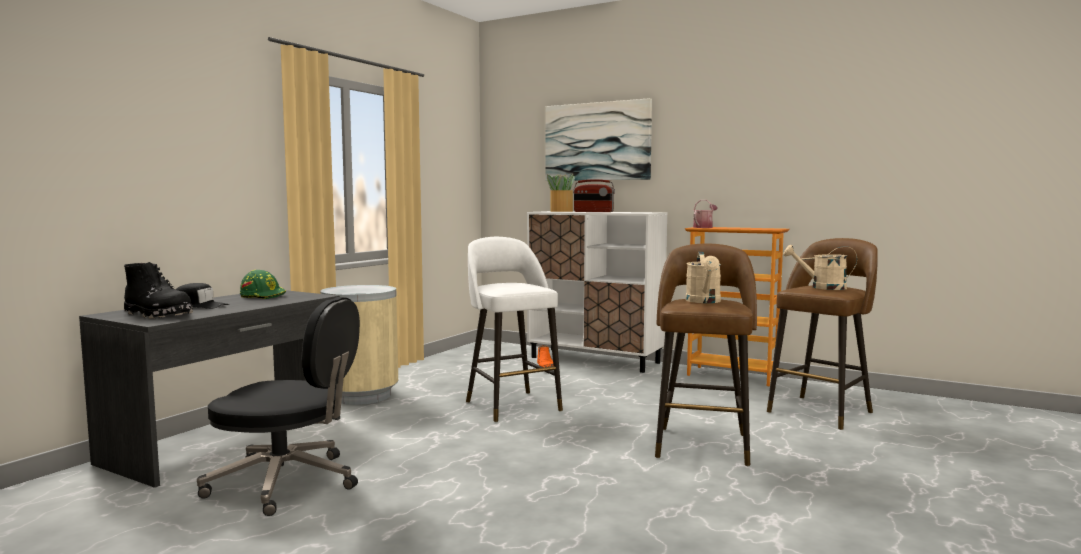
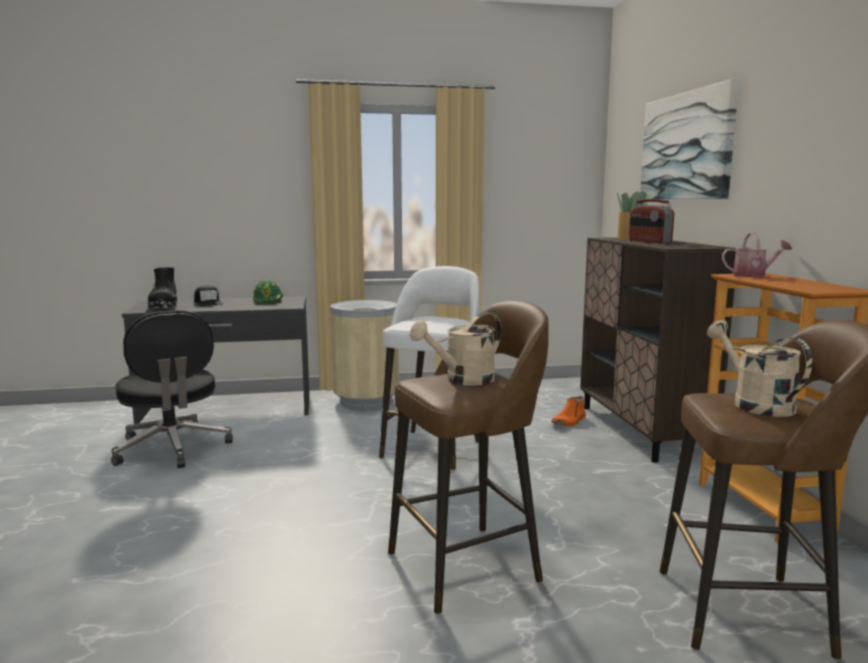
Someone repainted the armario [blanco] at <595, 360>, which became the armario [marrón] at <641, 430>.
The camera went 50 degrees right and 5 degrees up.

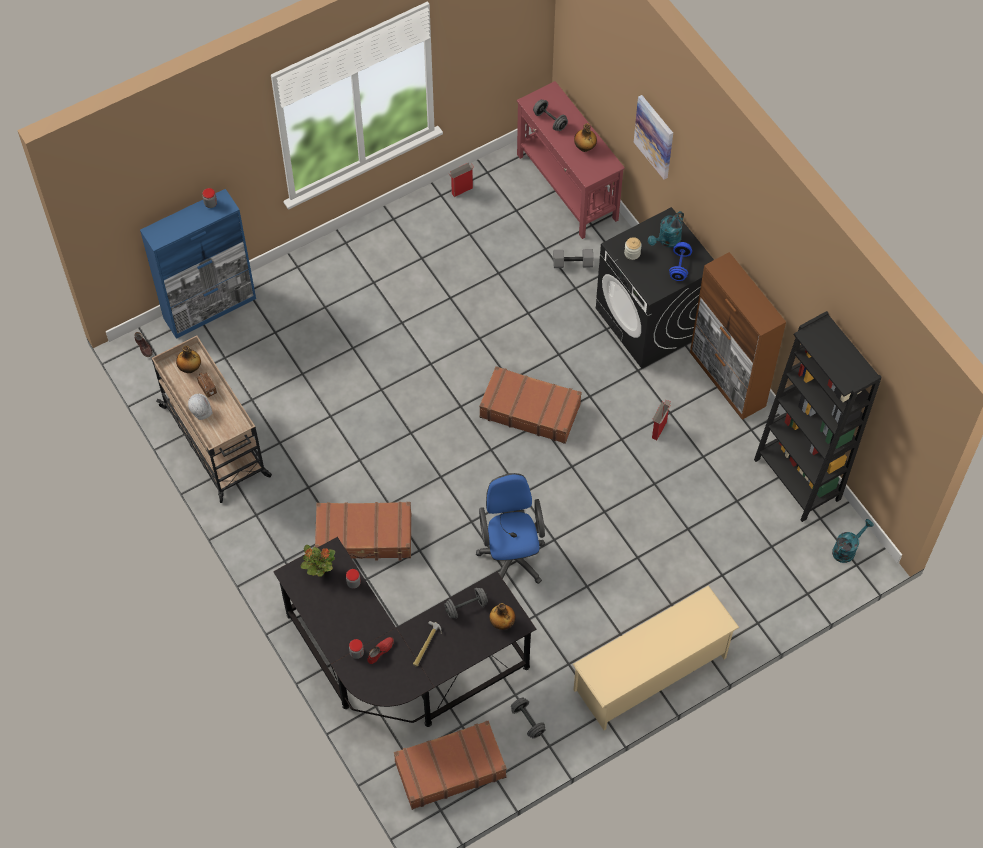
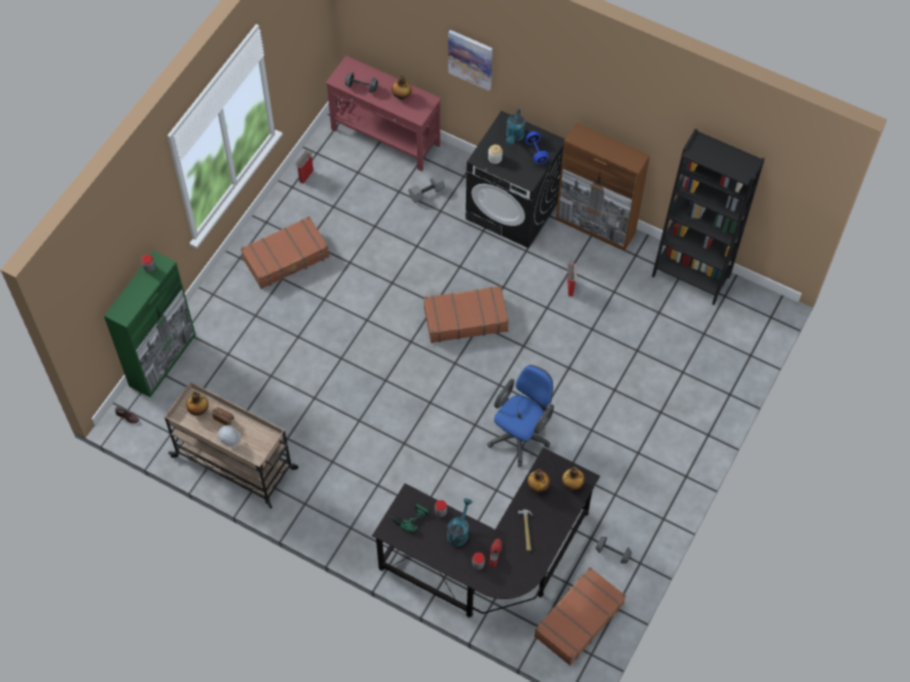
Someone repainted the armario [azul] at <210, 308>, which became the armario [verde] at <163, 360>.
Someone swapped the planta en maceta at <319, 570> for the taladro at <407, 516>.
Someone carried the maleta [marrón] from <364, 536> to <286, 258>.
Someone swapped the mancuerna [gris] at <466, 607> for the botella at <538, 486>.
Someone rotated the silla de oficina [azul] at <511, 555> by 75 degrees clockwise.
Someone took away the zapatero [beis] at <651, 673>.
Someone carried the regadera [turquesa] from <847, 549> to <459, 531>.
The camera went 30 degrees left and 0 degrees up.

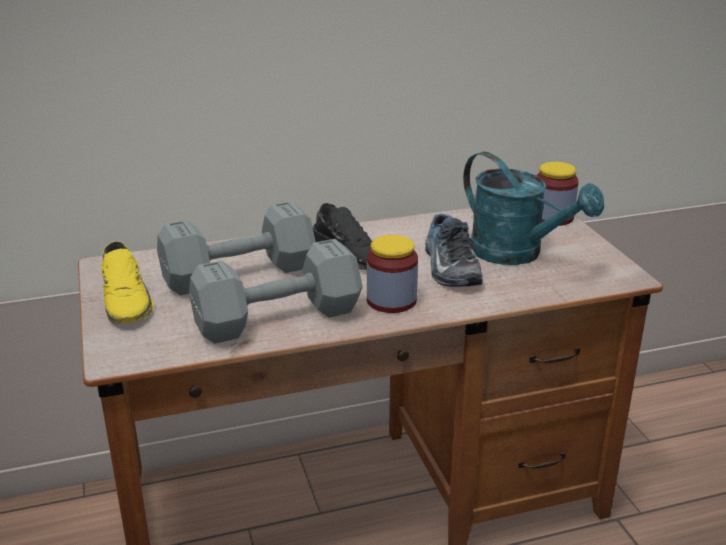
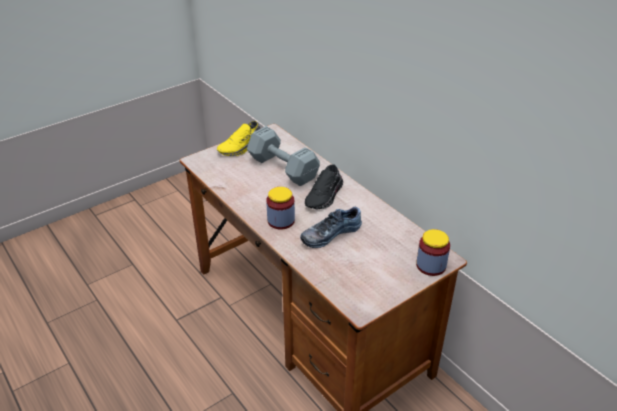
Someone took away the mancuerna [gris] at <274, 318>.
Someone took away the regadera [turquesa] at <517, 254>.
The camera went 70 degrees right and 10 degrees up.

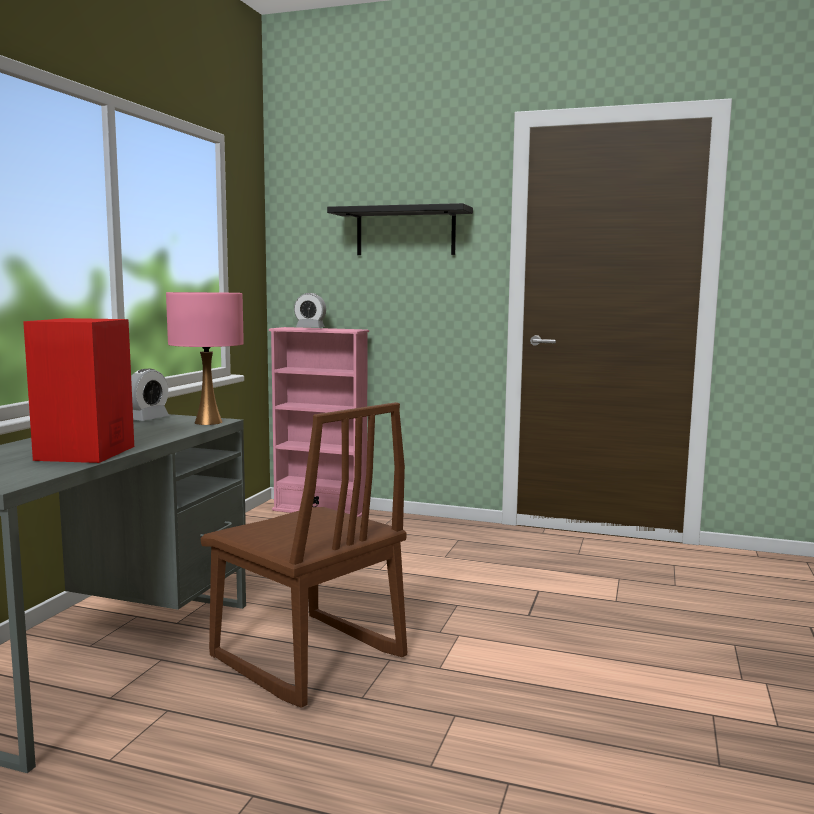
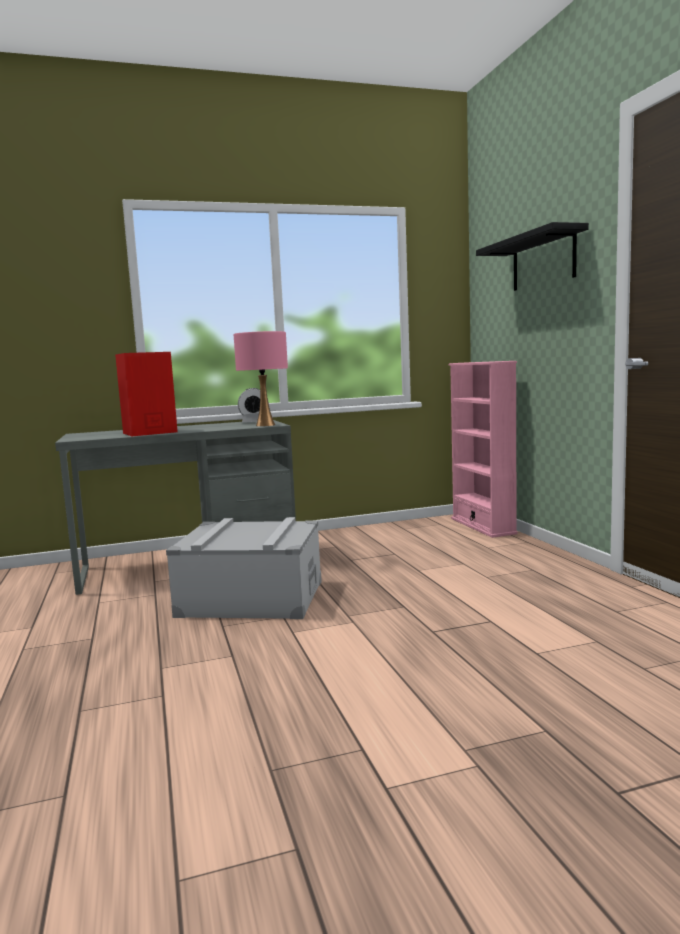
Someone swapped the silla [marrón] at <306, 659> for the caja de almacenaje [gris] at <251, 598>.
Someone took away the despertador at <310, 328>.
The camera went 55 degrees right and 0 degrees up.

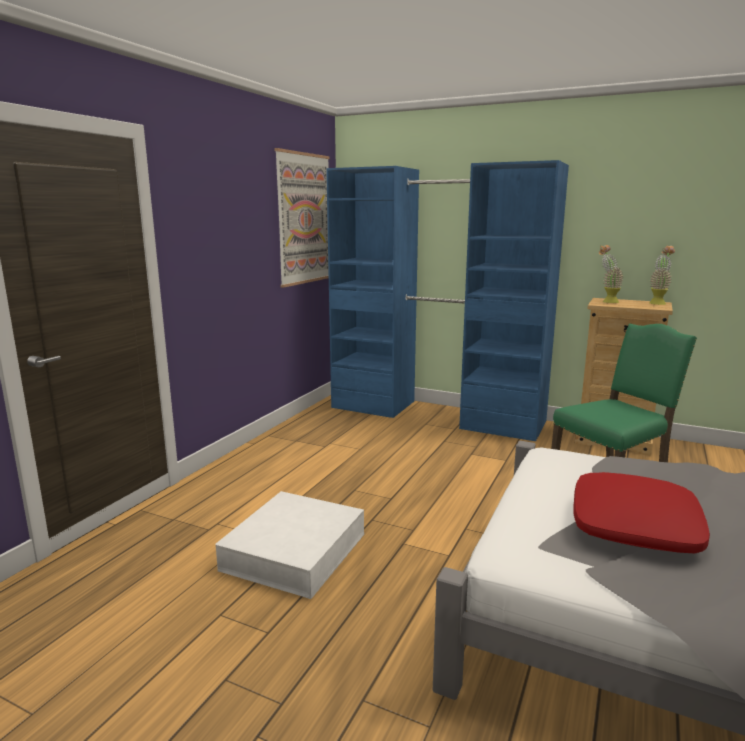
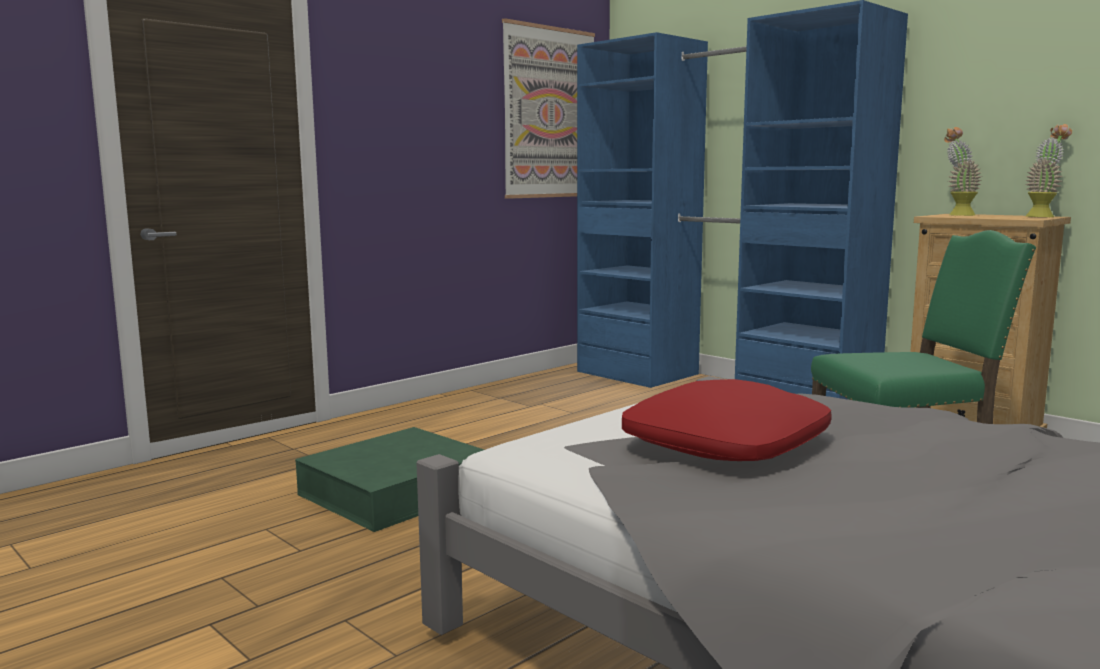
Someone repainted the caja de almacenaje [blanco] at <294, 551>, which became the caja de almacenaje [verde] at <397, 491>.
The camera went 20 degrees right and 5 degrees down.

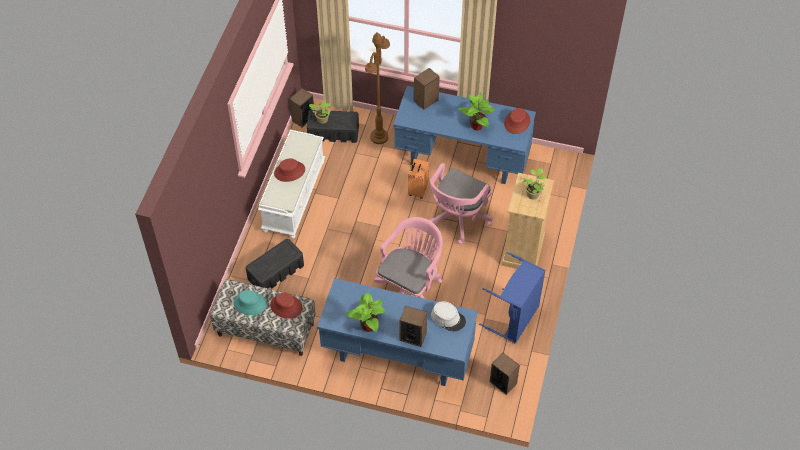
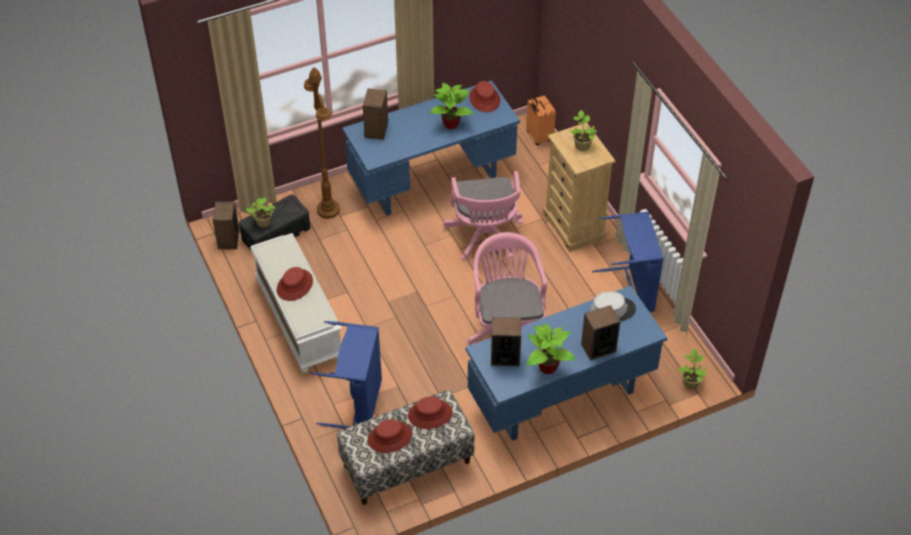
Someone repainted the sombrero [turquesa] at <250, 303>, which became the sombrero [rojo] at <390, 437>.
Someone swapped the caja de almacenaje [negro] at <275, 272> for the cesto de la ropa [azul] at <358, 403>.
Someone carried the maleta [naranja] from <417, 190> to <538, 136>.
Someone carried the altavoz from <503, 382> to <505, 356>.
Someone put down the planta en maceta at <690, 382>.
The camera went 40 degrees left and 5 degrees down.

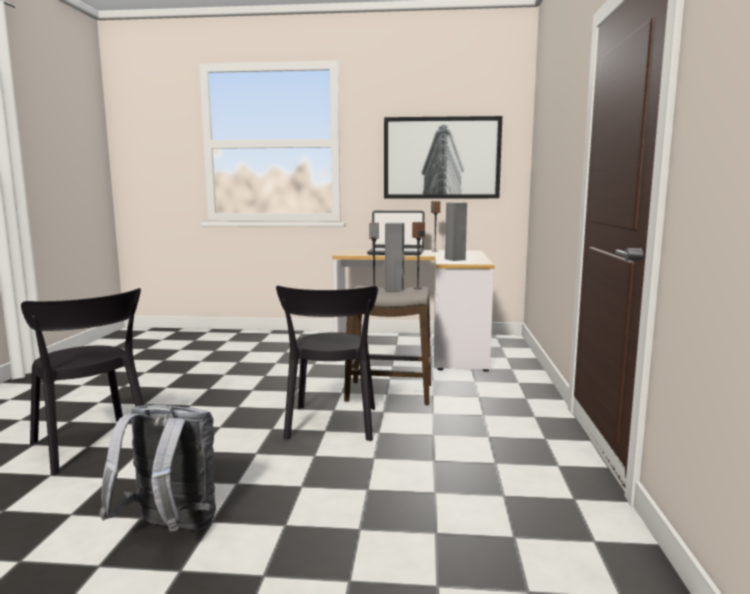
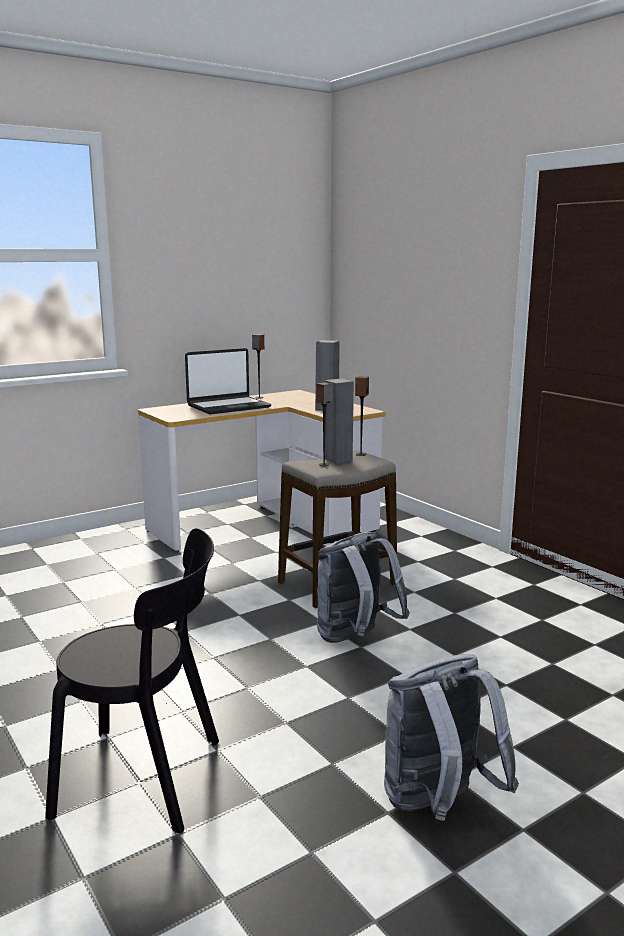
Someone swapped the silla [negro] at <331, 425> for the mochila [gris] at <355, 638>.
Someone took away the cuadro at <441, 158>.
The camera went 40 degrees left and 5 degrees up.

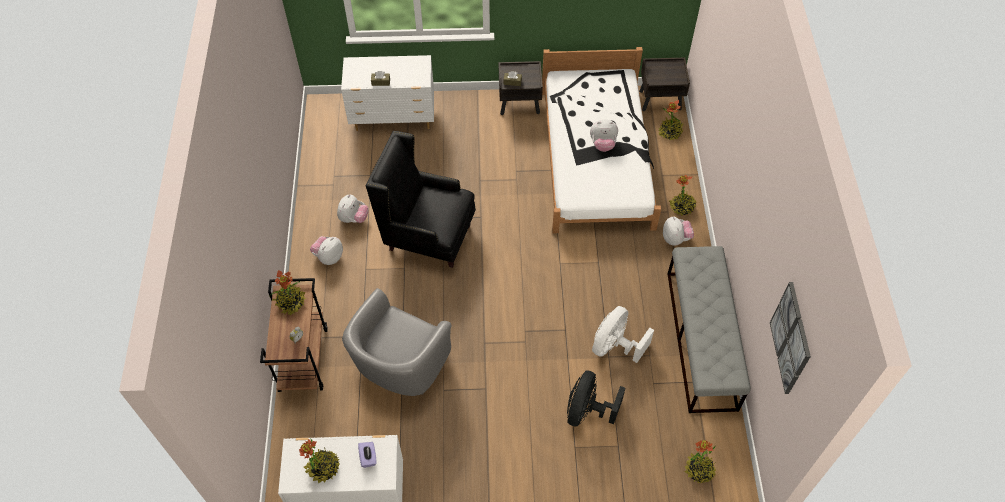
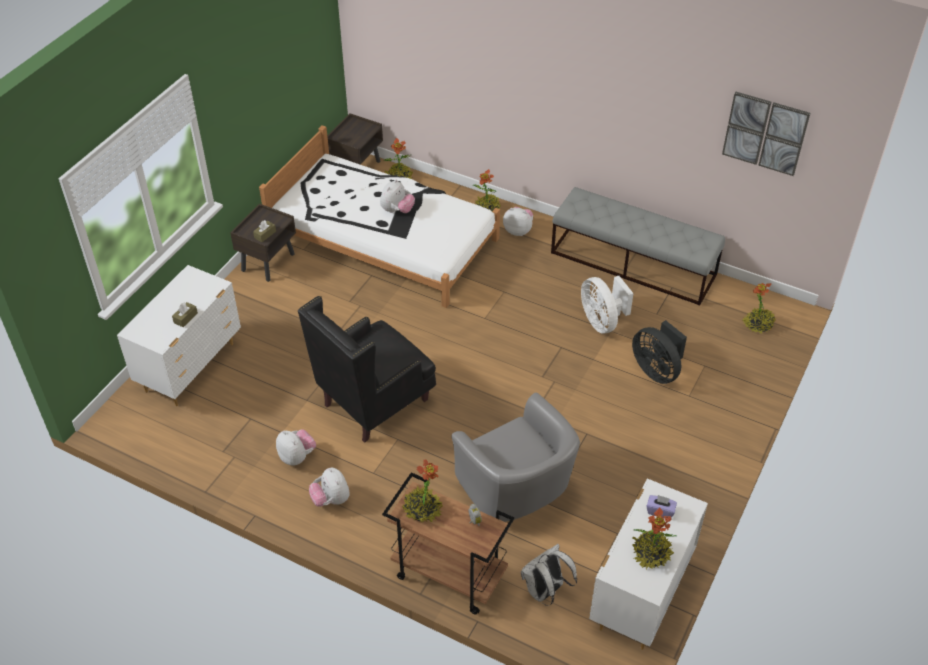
Someone put down the mochila [blanco] at <545, 591>.
The camera went 60 degrees left and 10 degrees down.

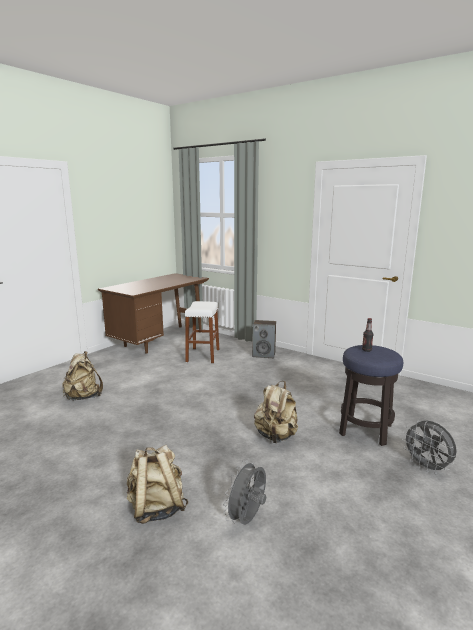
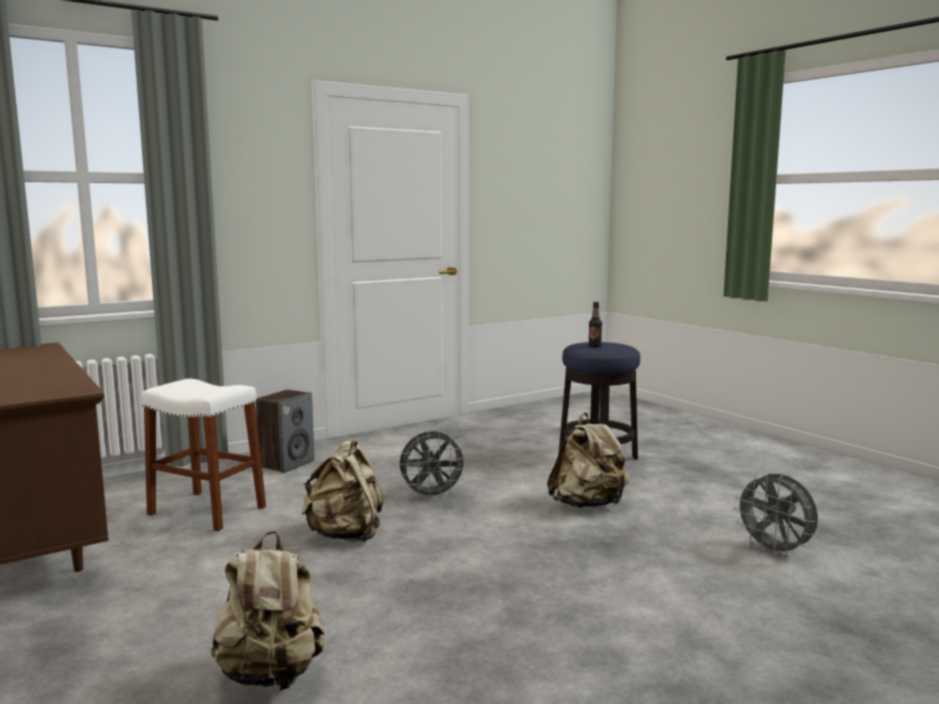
Someone carried the mochila [beis] from <156, 508> to <345, 535>.
Someone carried the ventilador [gris] from <427, 467> to <432, 496>.
The camera went 70 degrees left and 5 degrees down.

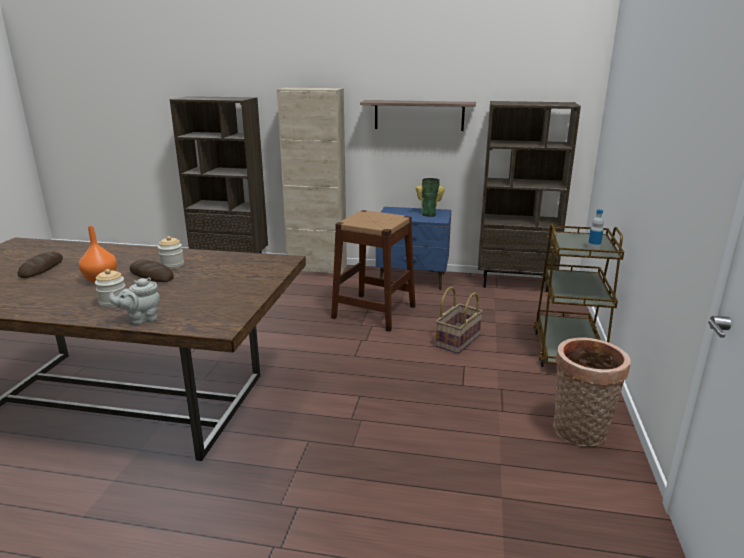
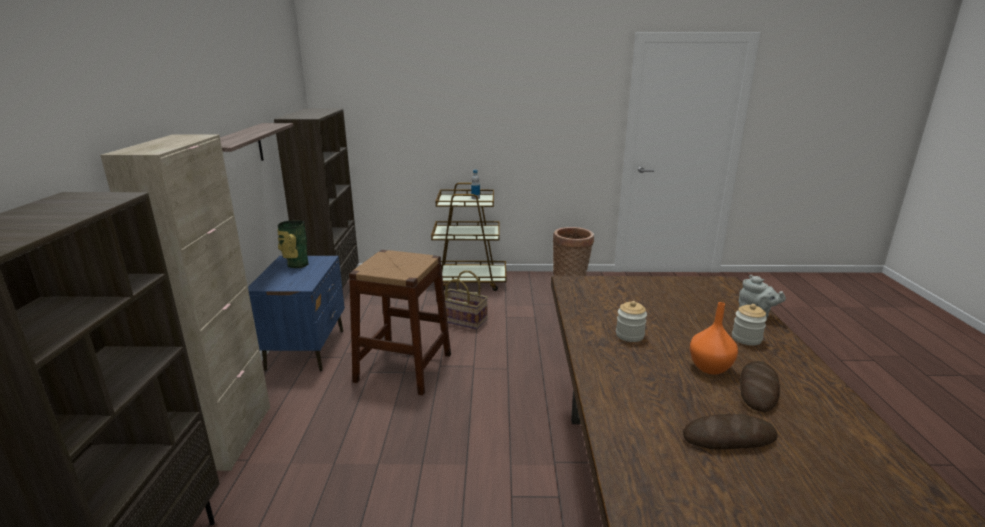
Someone carried the pan from <151, 275> to <758, 389>.
The camera went 100 degrees left and 0 degrees up.

